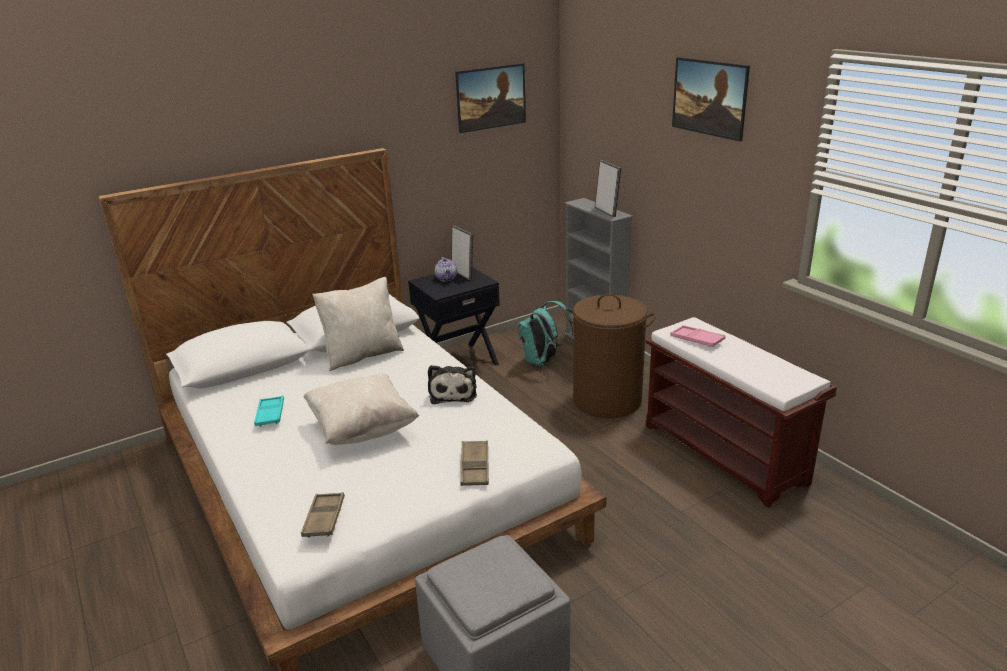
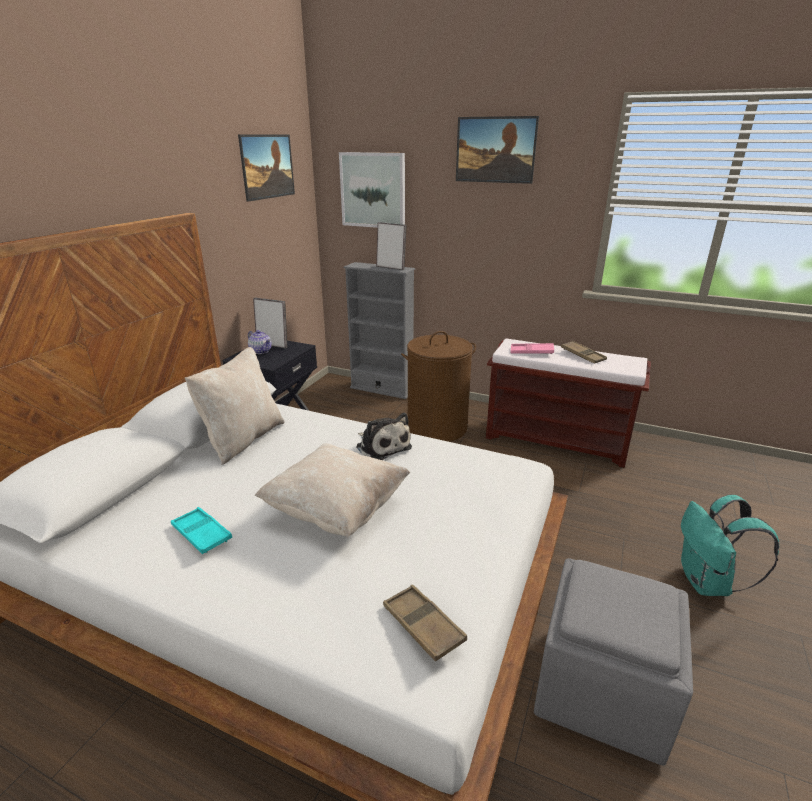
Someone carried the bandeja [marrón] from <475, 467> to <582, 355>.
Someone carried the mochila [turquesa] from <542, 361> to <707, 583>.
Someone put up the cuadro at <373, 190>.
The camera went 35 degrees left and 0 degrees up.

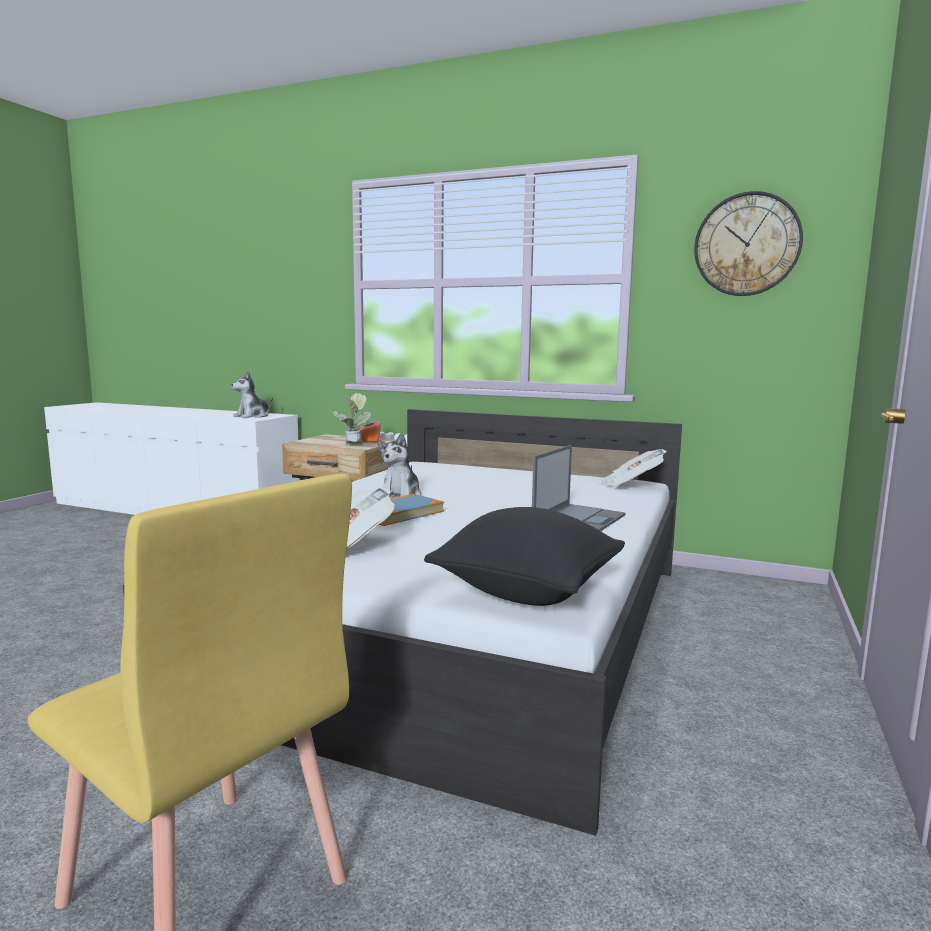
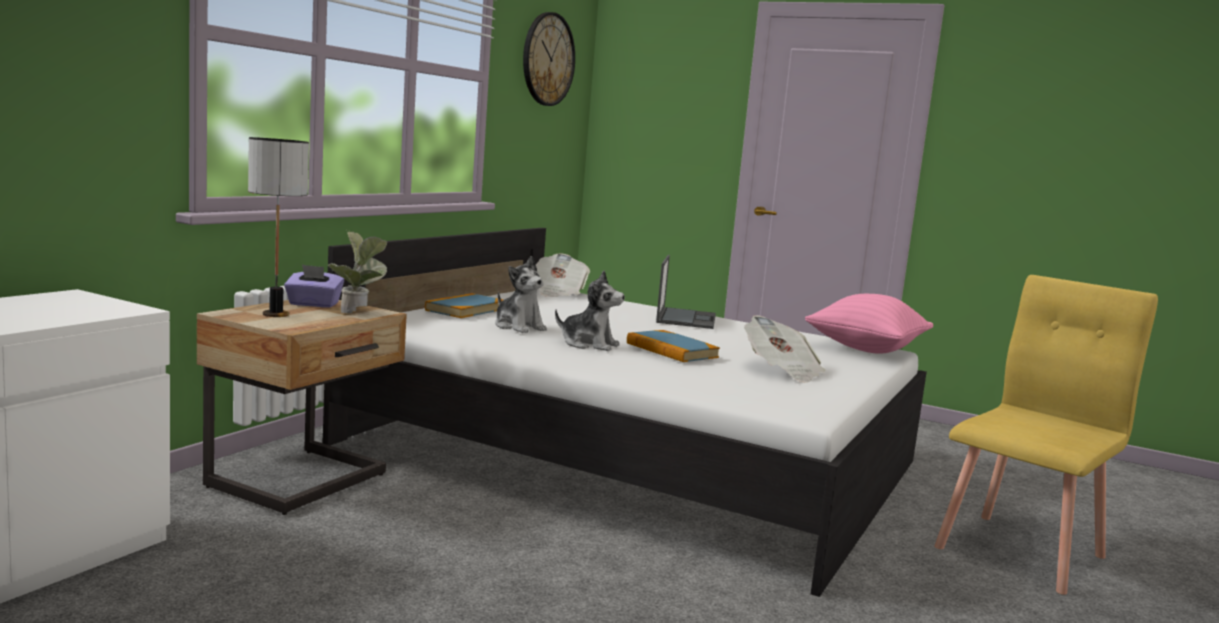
Someone carried the peluche from <253, 416> to <519, 327>.
Someone repainted the caja de pañuelos [naranja] at <370, 440>, which became the caja de pañuelos [morado] at <313, 304>.
Someone repainted the cojín [negro] at <527, 592>, which became the cojín [rosa] at <866, 349>.
Someone rotated the portátil at <579, 519> by 60 degrees clockwise.
Someone put down the lámpara de mesa at <275, 314>.
Someone put down the libro at <465, 309>.
The camera went 85 degrees left and 0 degrees up.

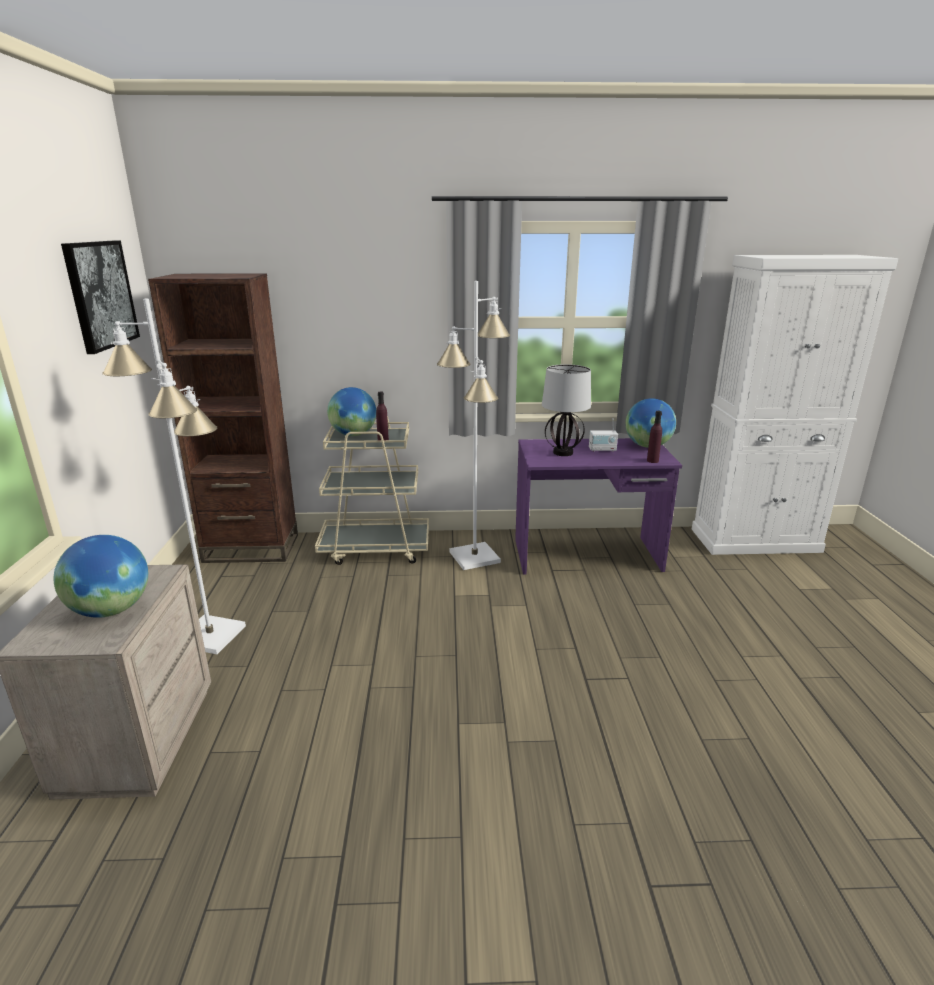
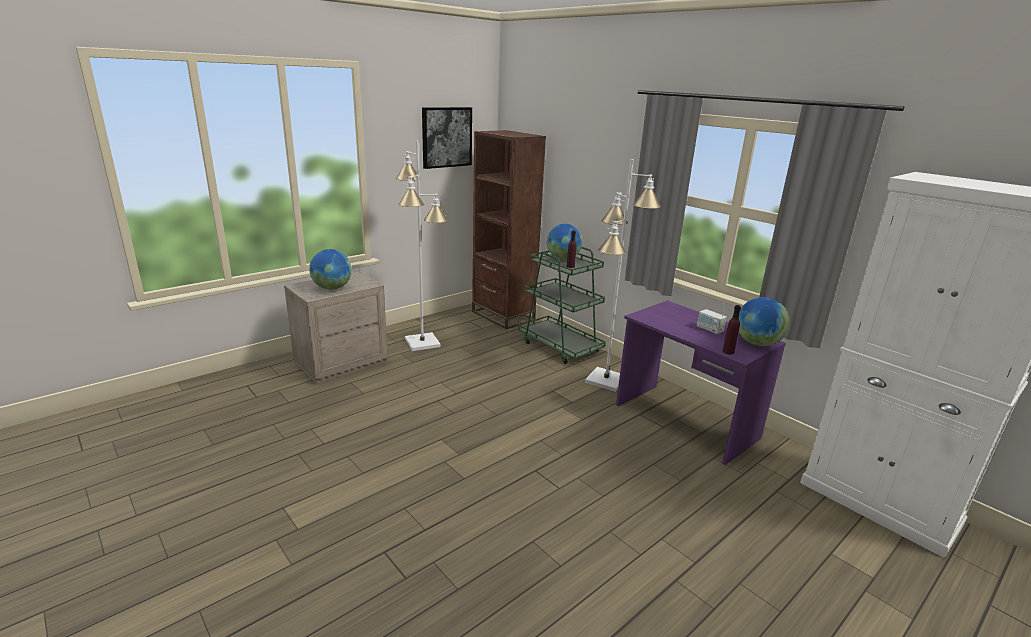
Someone repainted the carrito [beis] at <376, 549>, which became the carrito [verde] at <560, 346>.
Someone took away the lámpara de mesa at <563, 453>.
The camera went 50 degrees right and 0 degrees up.

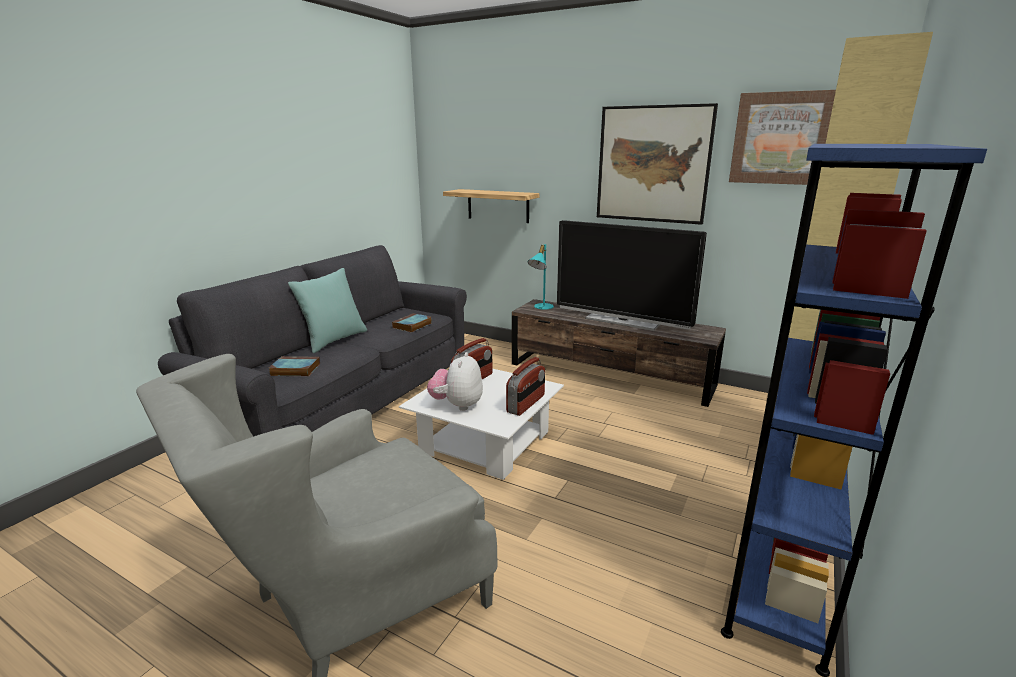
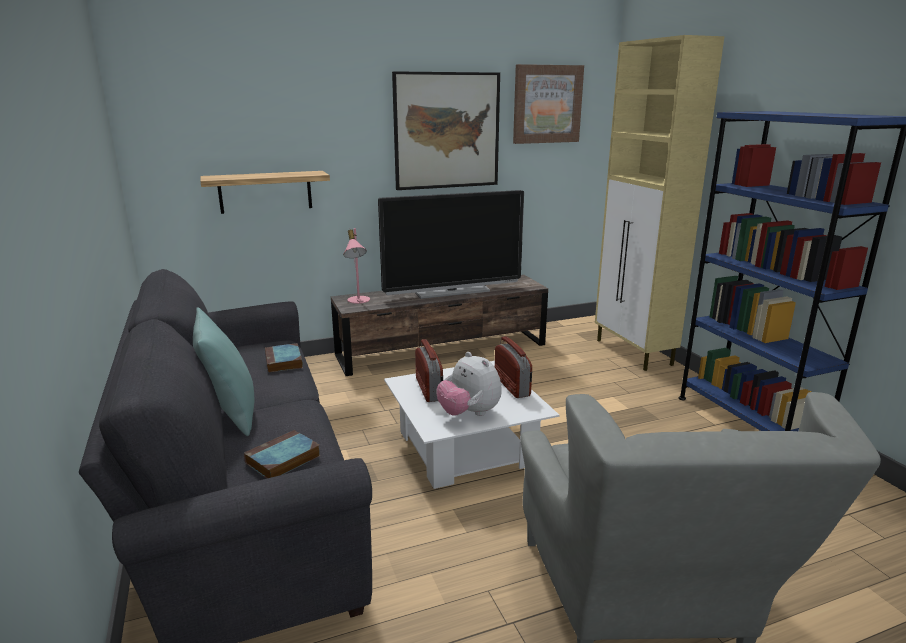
Someone repainted the lámpara de mesa [turquesa] at <541, 307>, which became the lámpara de mesa [rosa] at <358, 301>.
The camera went 50 degrees left and 0 degrees up.

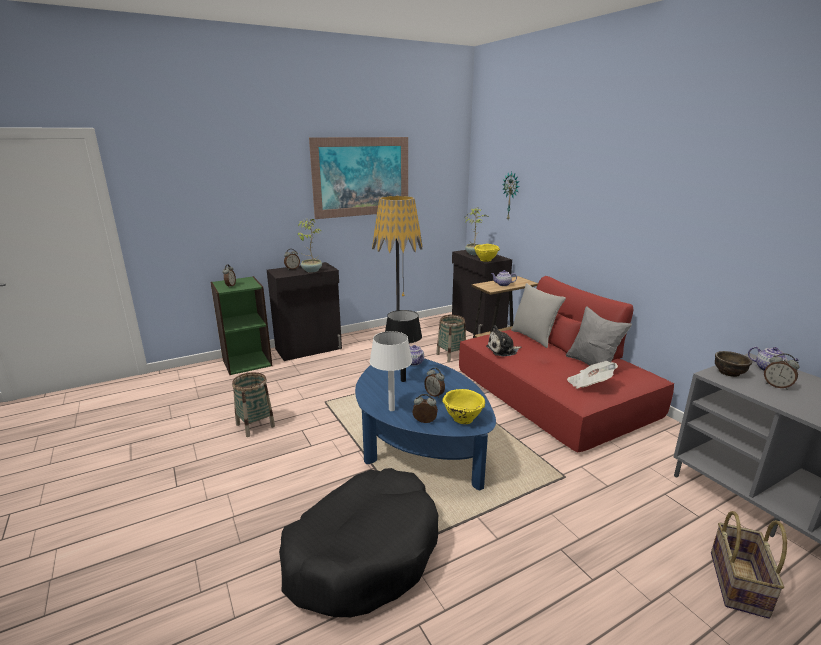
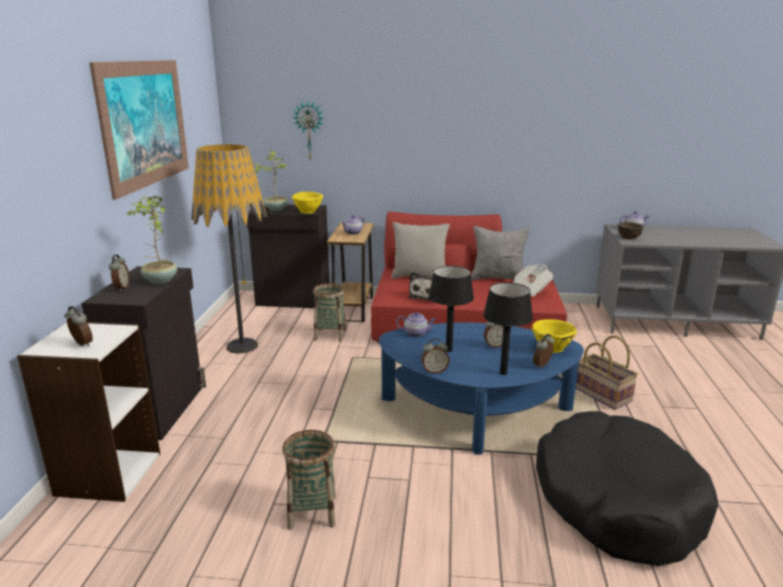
Someone repainted the estantería [verde] at <247, 362>, which became the estantería [blanco] at <108, 474>.
Someone repainted the lámpara de mesa [blanco] at <391, 409>, which became the lámpara de mesa [negro] at <503, 373>.
Someone carried the cesta from <739, 584> to <602, 394>.
Someone carried the despertador from <777, 386> to <434, 371>.
The camera went 55 degrees left and 0 degrees up.

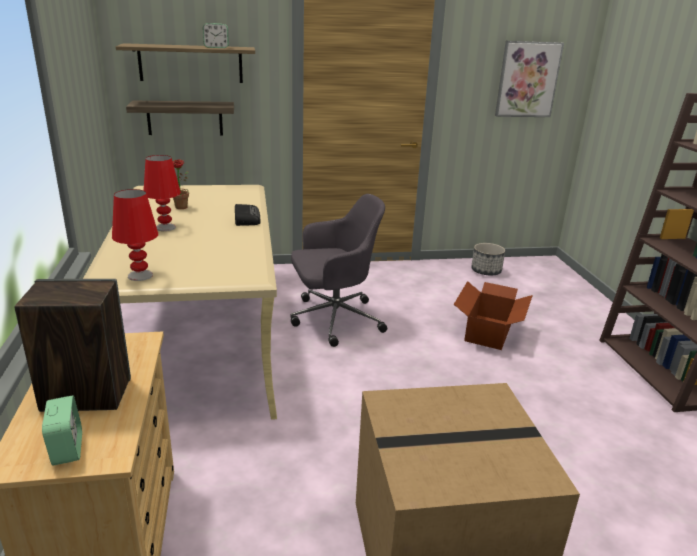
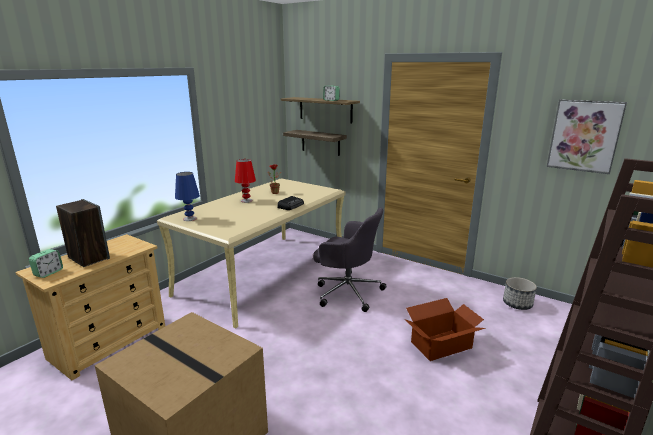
Someone repainted the lámpara de mesa [rojo] at <140, 276>, which became the lámpara de mesa [azul] at <189, 219>.
The camera went 45 degrees right and 5 degrees down.

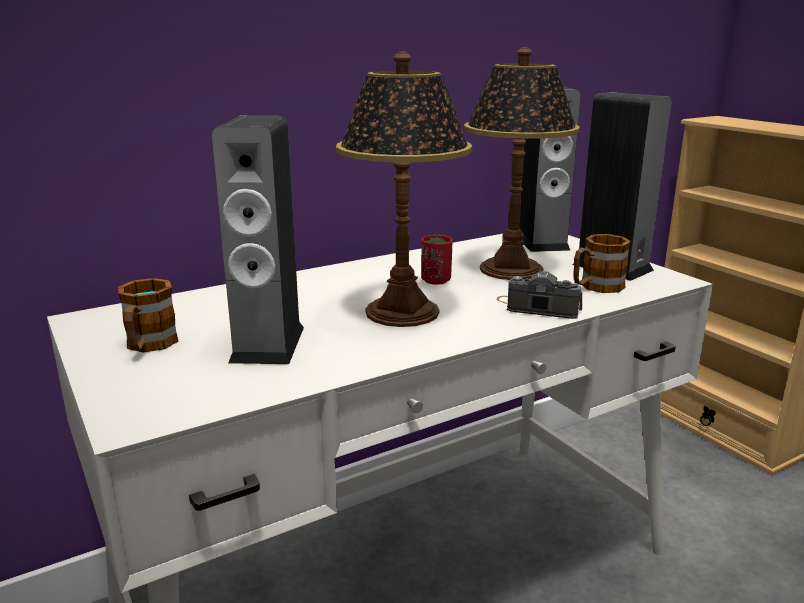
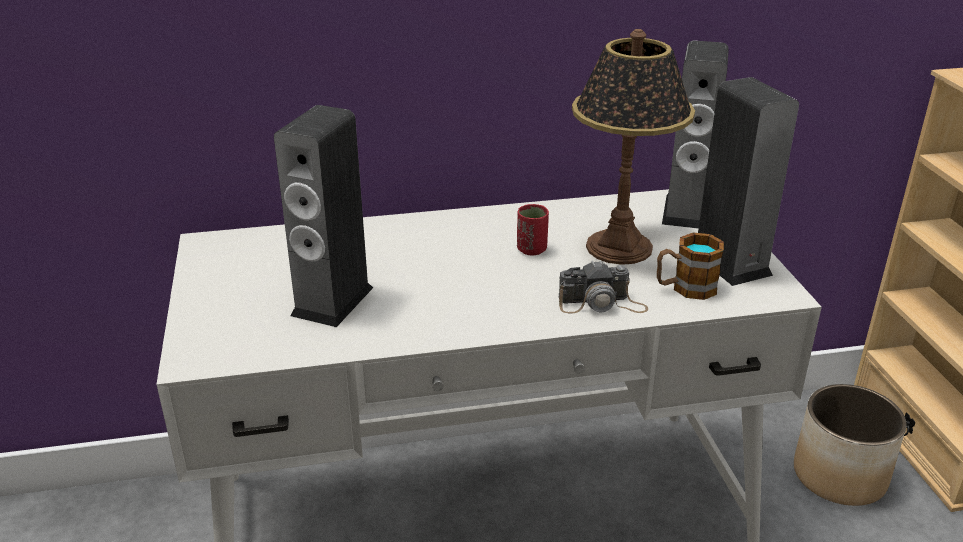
Someone took away the taza grande at <148, 346>.
Someone took away the lámpara de mesa at <403, 312>.
Someone rotated the cámara at <537, 307> by 135 degrees clockwise.
Someone put down the maceta at <840, 476>.
The camera went 20 degrees right and 10 degrees up.

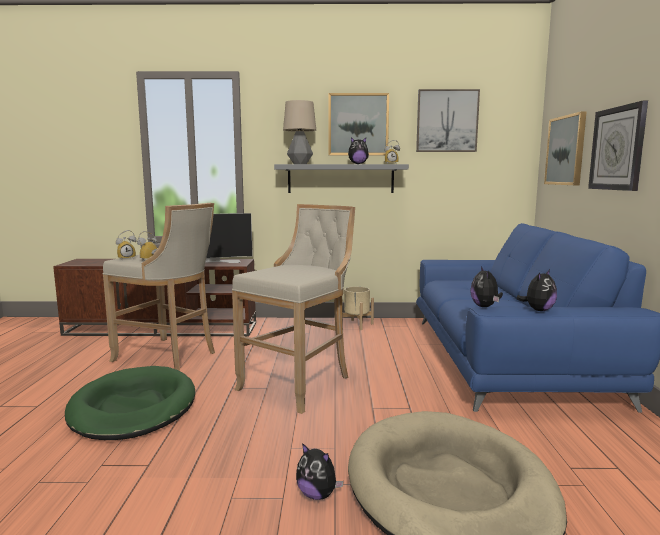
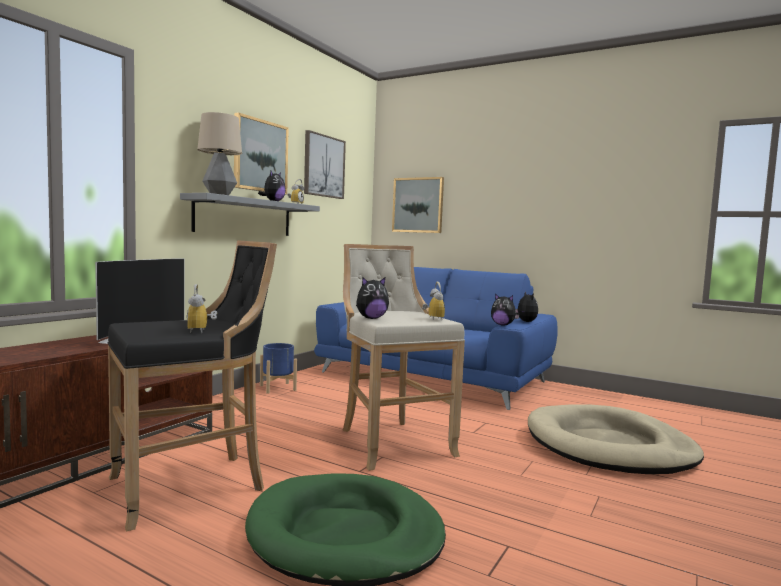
Someone repainted the taburete [beis] at <169, 356>, which became the taburete [negro] at <192, 486>.
Someone carried the despertador from <126, 258> to <432, 319>.
Someone carried the peluche from <317, 495> to <371, 318>.
Someone repainted the maceta [beis] at <356, 324>, which became the maceta [azul] at <277, 388>.
Someone took away the reloj de pared at <617, 148>.
The camera went 60 degrees left and 5 degrees down.

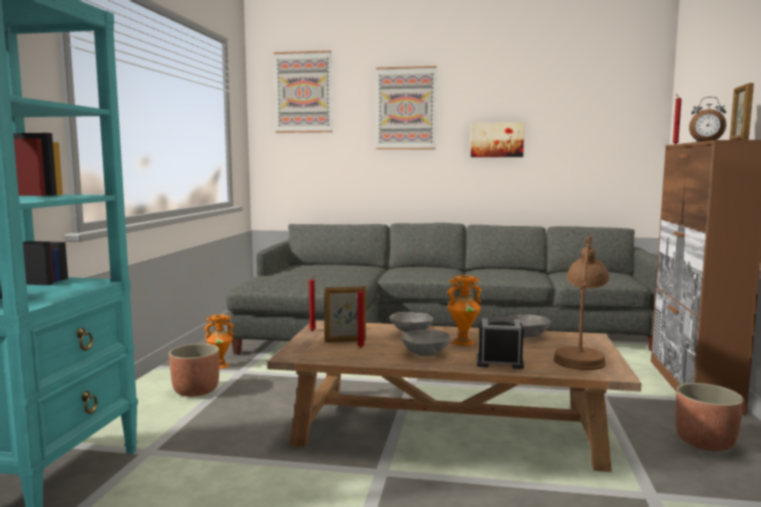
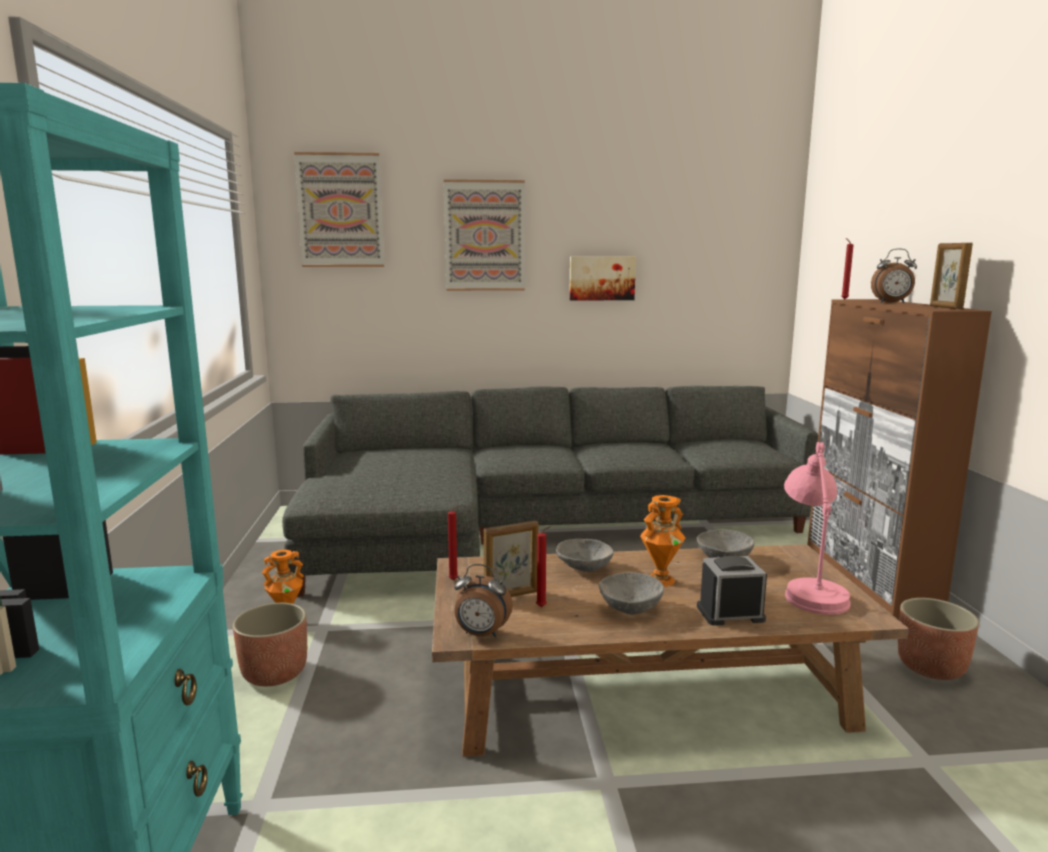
Someone repainted the lámpara de mesa [marrón] at <581, 355>, which became the lámpara de mesa [rosa] at <810, 587>.
Someone put down the despertador at <481, 634>.
The camera went 15 degrees left and 5 degrees up.

